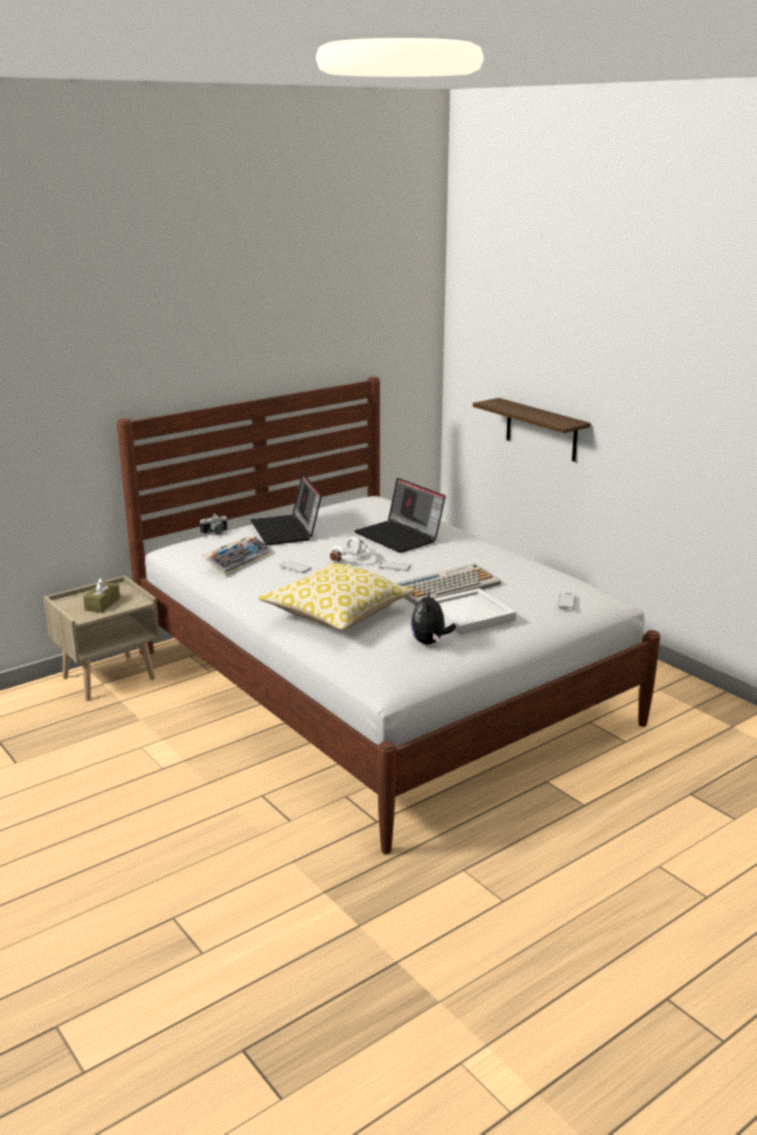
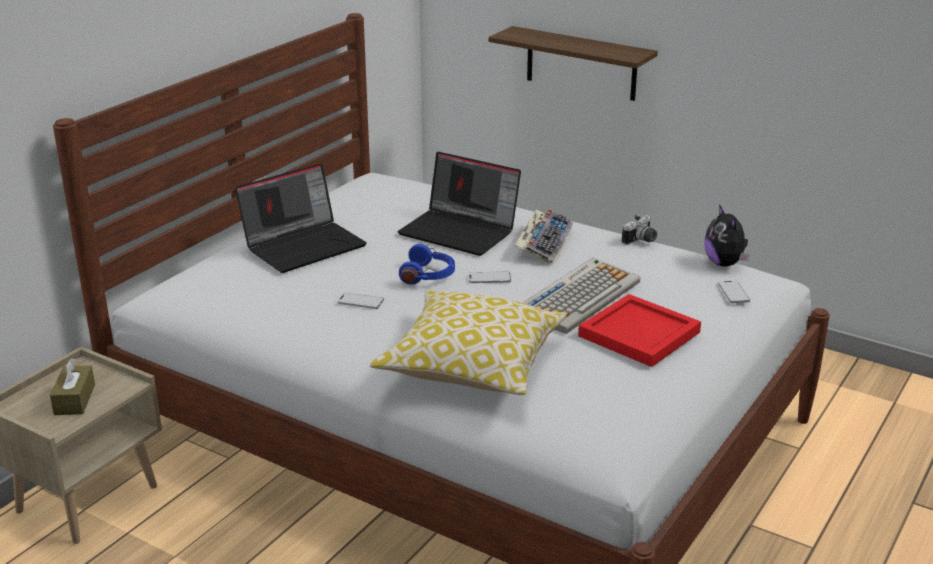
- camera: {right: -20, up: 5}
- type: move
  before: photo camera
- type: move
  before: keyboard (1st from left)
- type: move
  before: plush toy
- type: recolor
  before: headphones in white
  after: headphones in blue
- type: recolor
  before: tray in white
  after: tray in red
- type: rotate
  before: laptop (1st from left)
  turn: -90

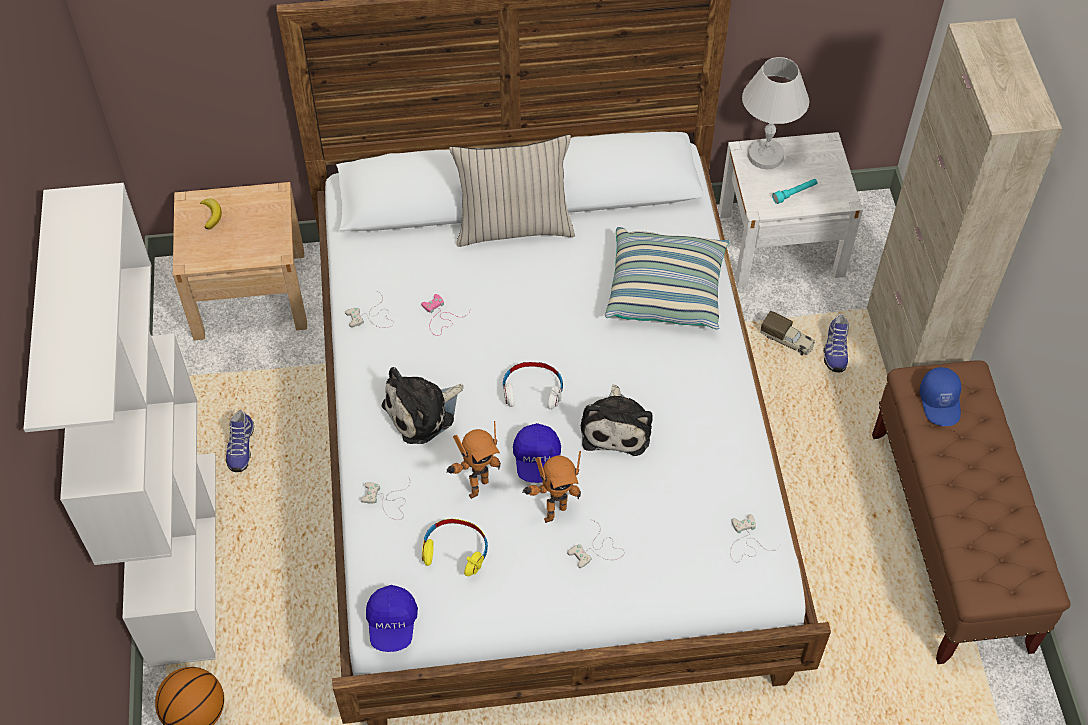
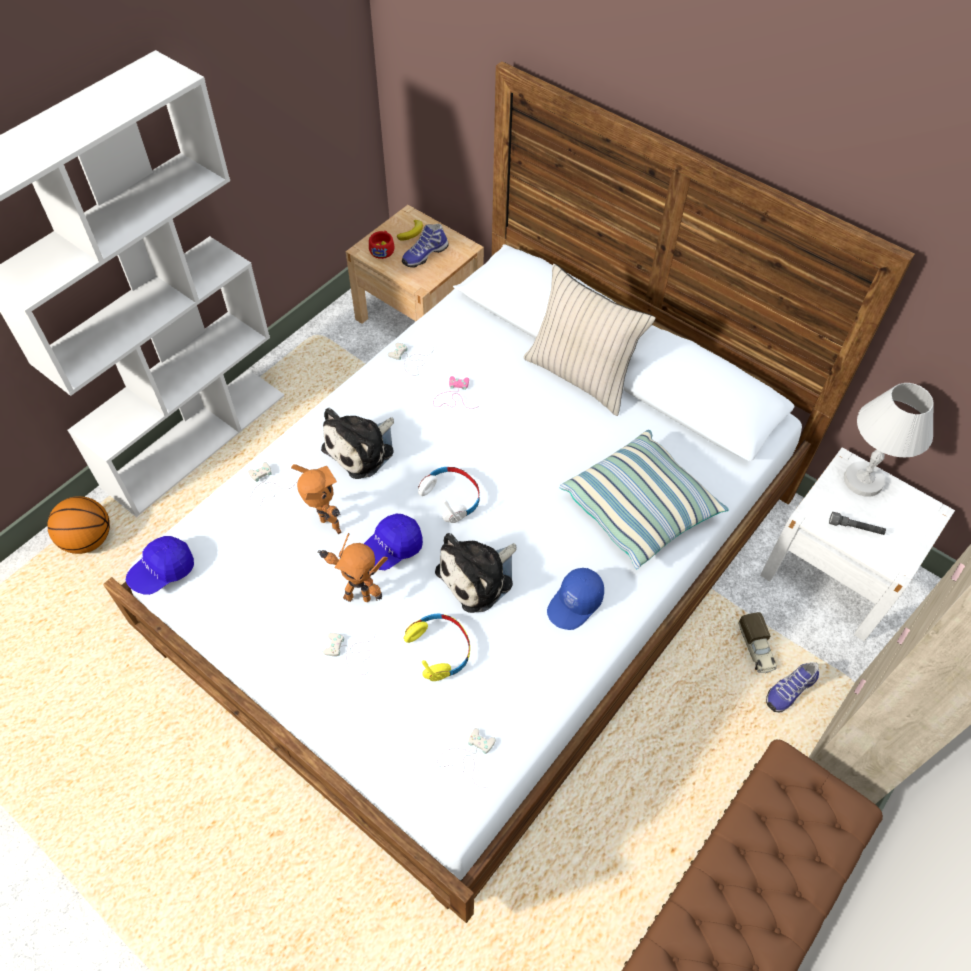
- camera: {right: 45, up: 0}
- type: insert
  after: cup in red
- type: move
  before: shoe (1st from left)
- type: move
  before: headphones in yellow
- type: move
  before: cap in blue (3rd from left)
- type: recolor
  before: flashlight in turquoise
  after: flashlight in grey
- type: rotate
  before: plush toy (1st from left)
  turn: -60
- type: rotate
  before: toy robot (1st from left)
  turn: -135

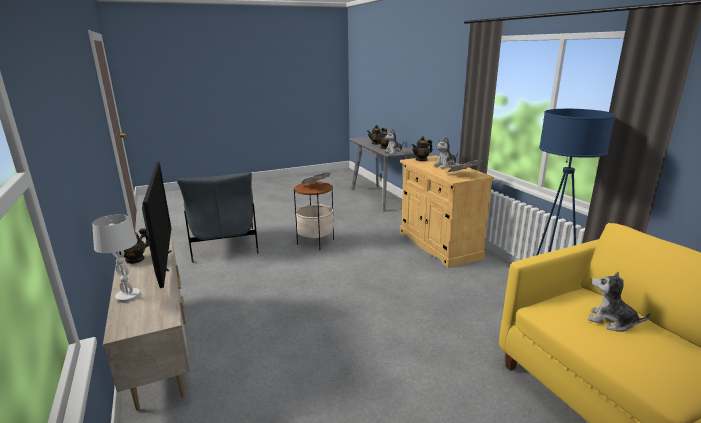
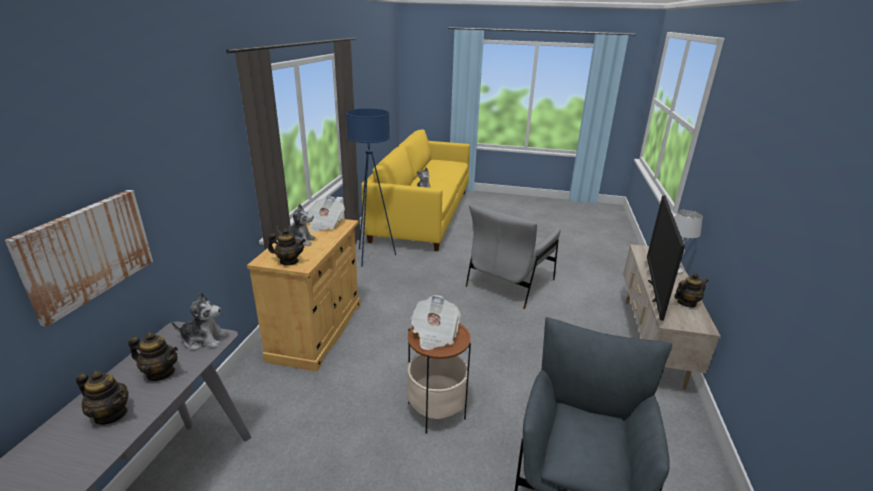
- camera: {right: -145, up: 5}
- type: insert
  after: picture
- type: insert
  after: armchair in grey (1st from left)

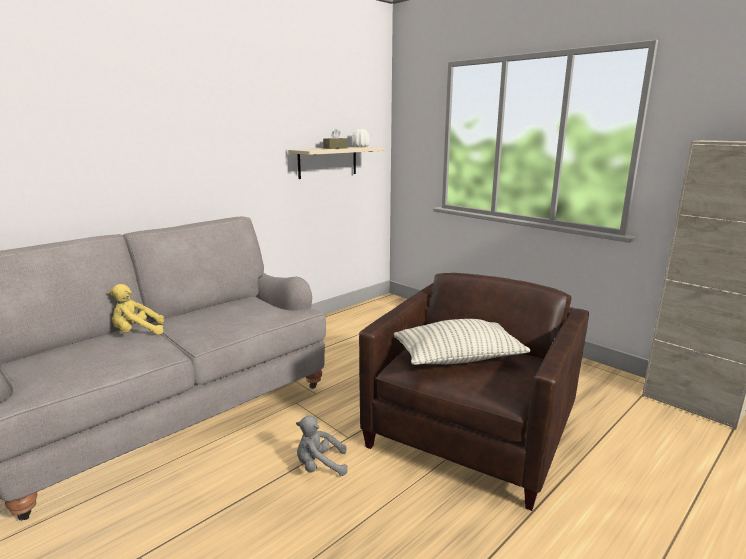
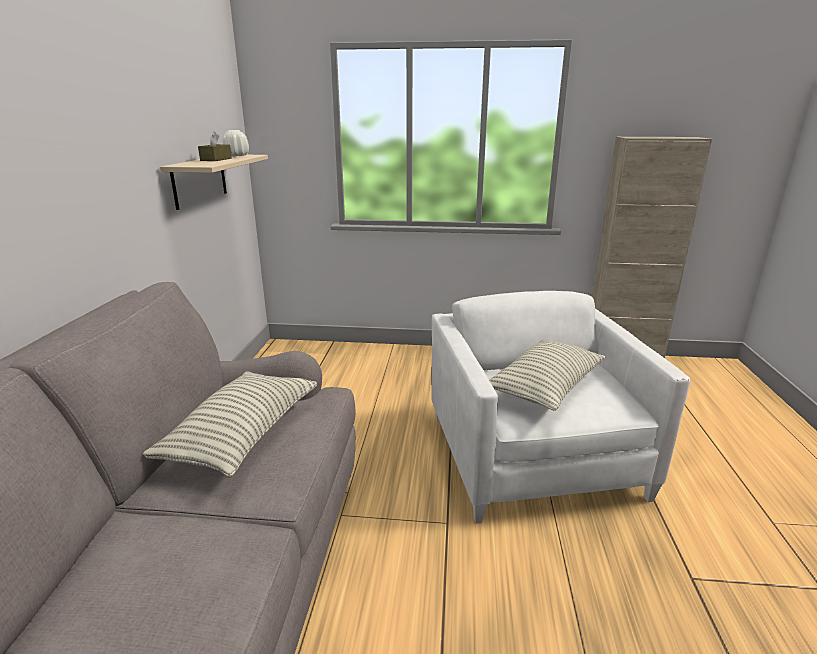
- camera: {right: -40, up: 5}
- type: delete
  before: plush toy in yellow
- type: delete
  before: plush toy in grey
- type: insert
  after: pillow (1st from left)
- type: recolor
  before: armchair in brown
  after: armchair in white

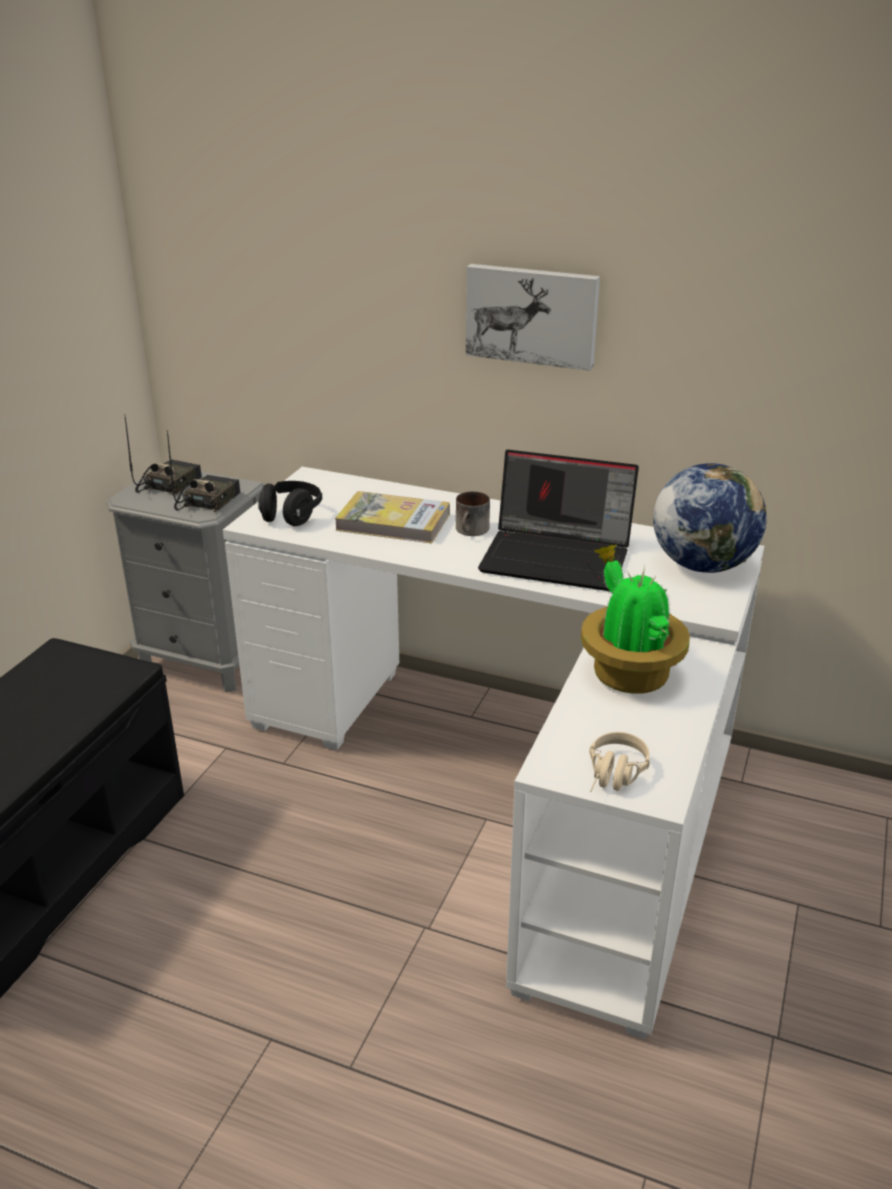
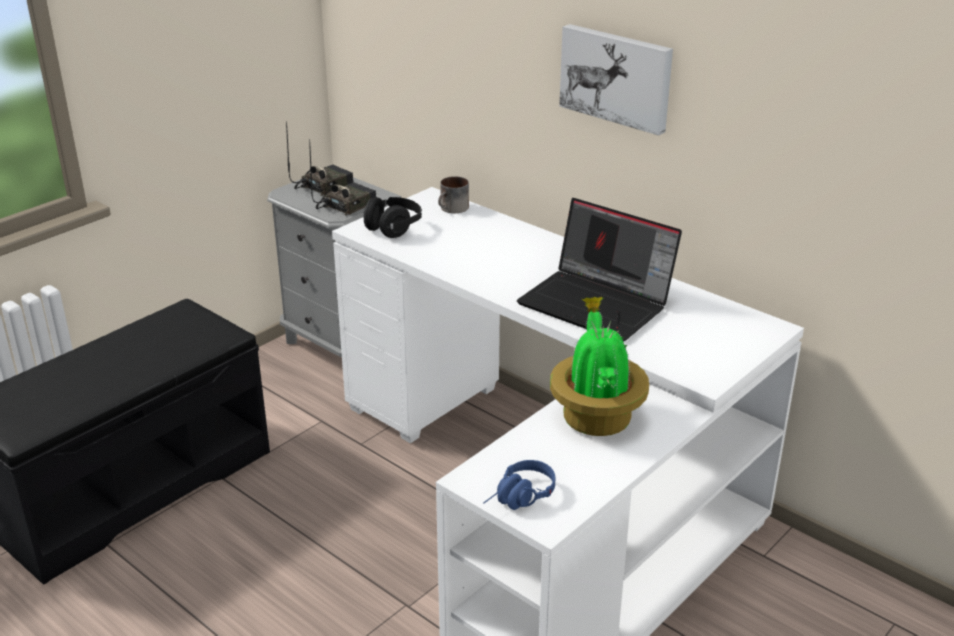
- camera: {right: 20, up: 0}
- type: delete
  before: book
- type: delete
  before: globe
- type: move
  before: mug
- type: recolor
  before: headphones in beige
  after: headphones in blue

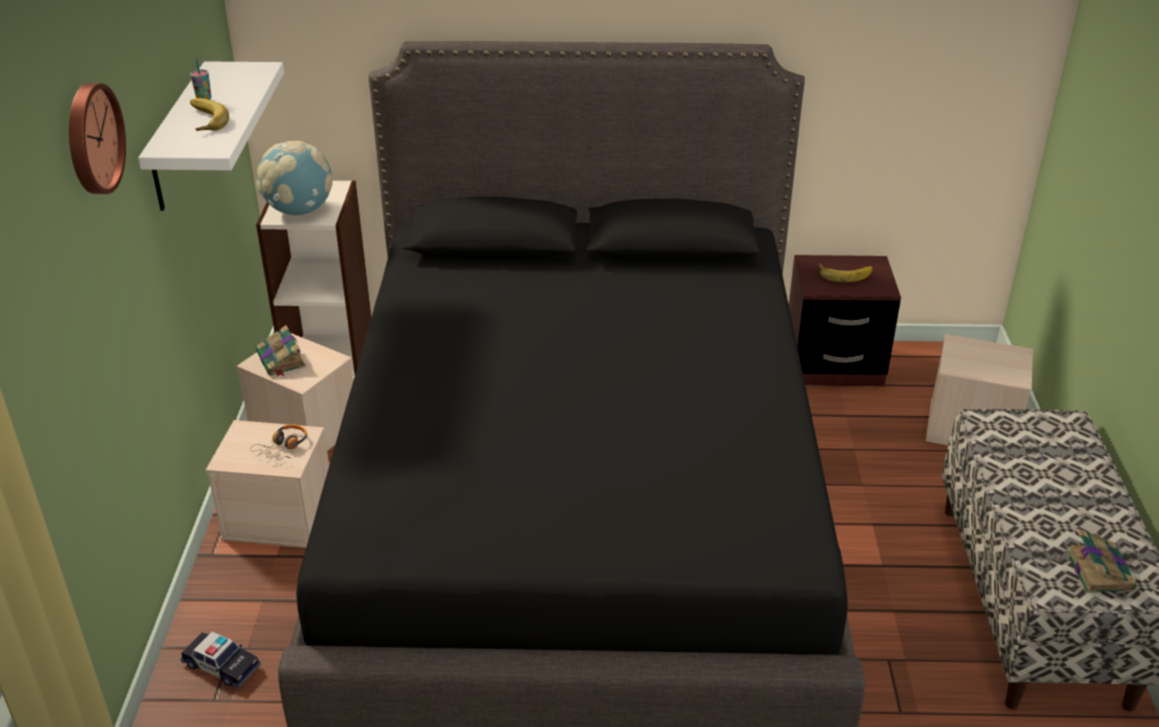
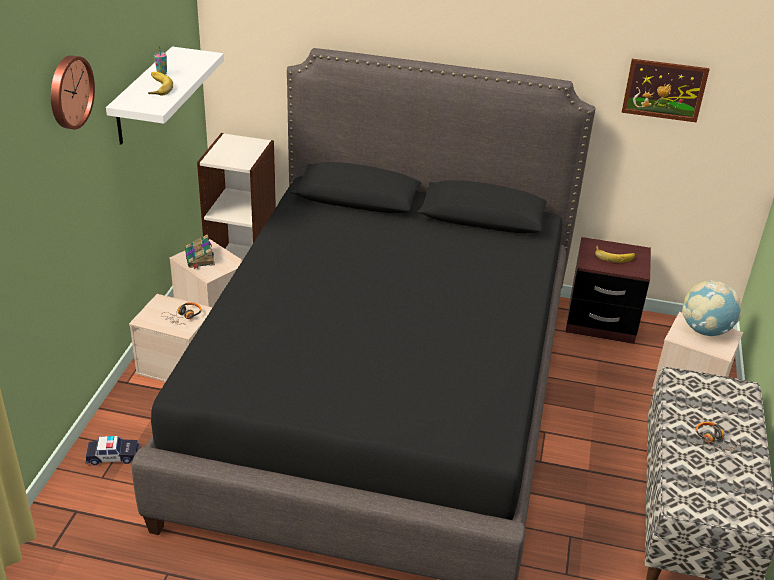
- camera: {right: 10, up: 0}
- type: delete
  before: book (2nd from left)
- type: insert
  after: picture
- type: insert
  after: headphones (2nd from left)
- type: move
  before: globe
- type: rotate
  before: toy car
  turn: -45

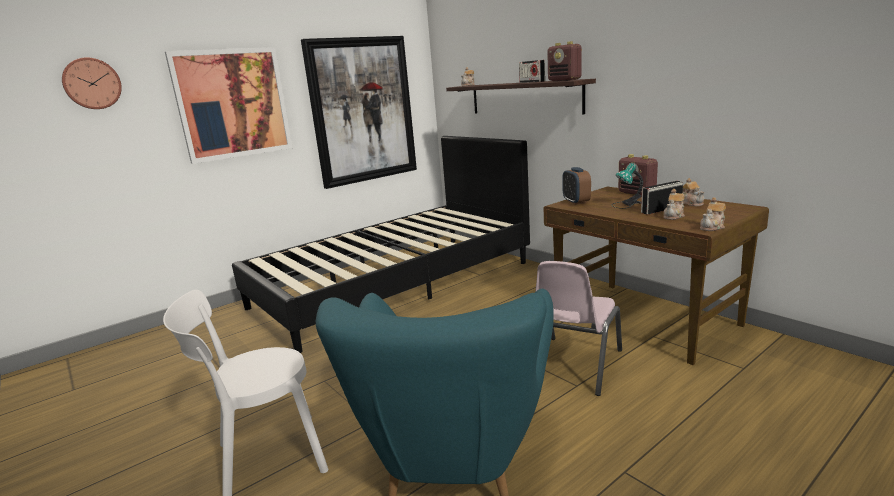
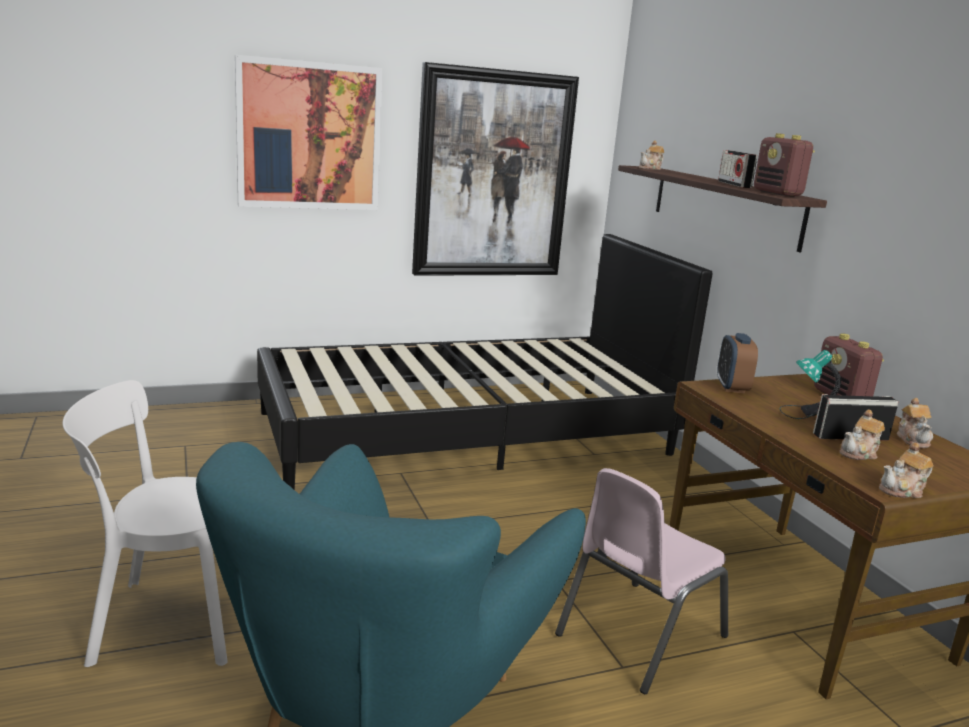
- camera: {right: 15, up: 0}
- type: delete
  before: wall clock

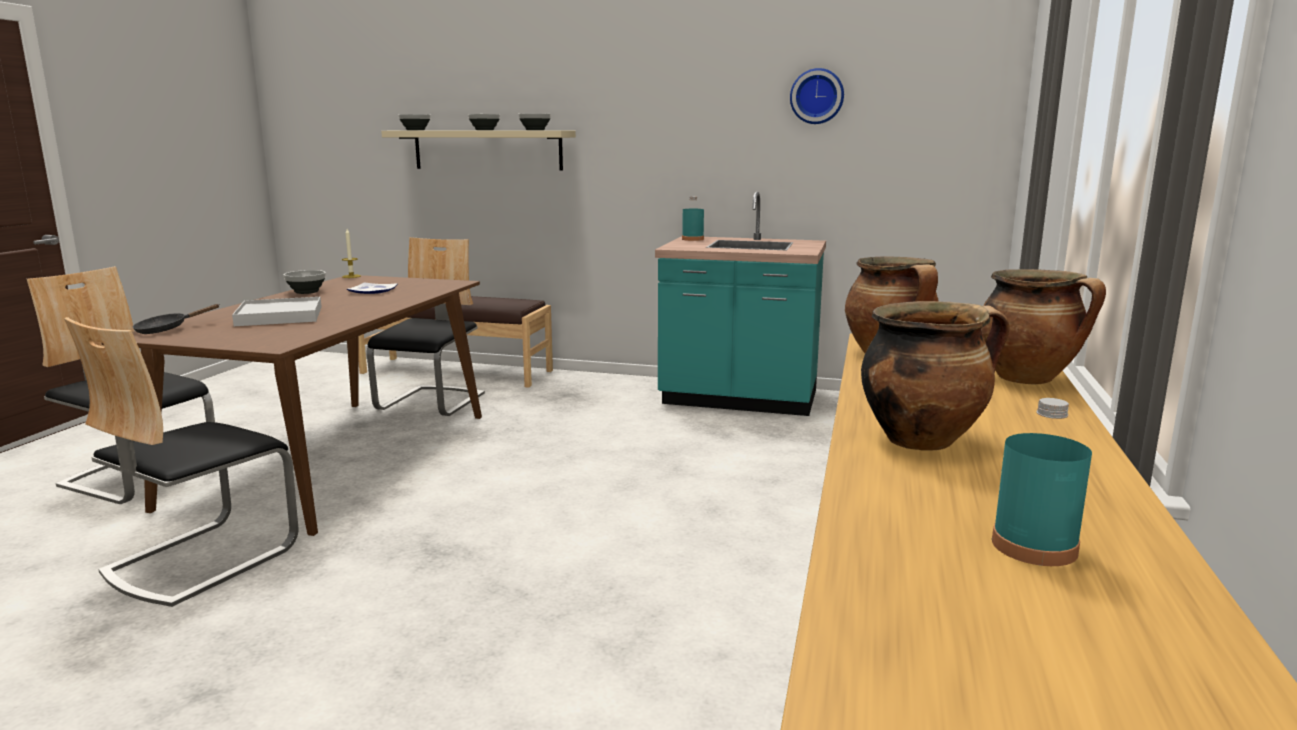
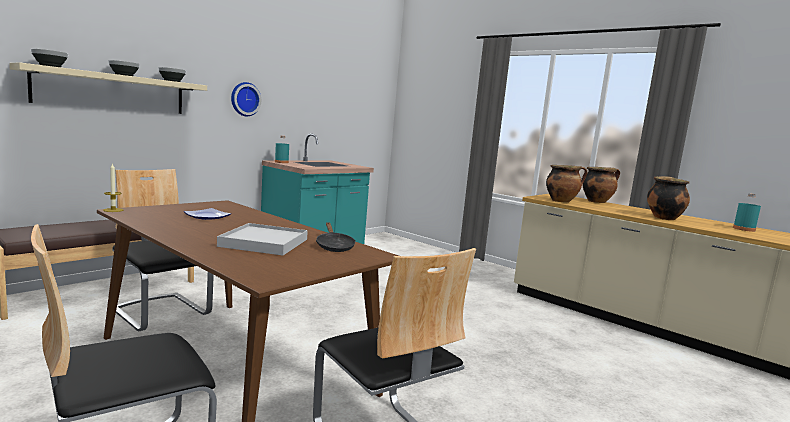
- camera: {right: -65, up: -5}
- type: delete
  before: bowl (1st from left)
- type: move
  before: frying pan in black
- type: move
  before: wall clock

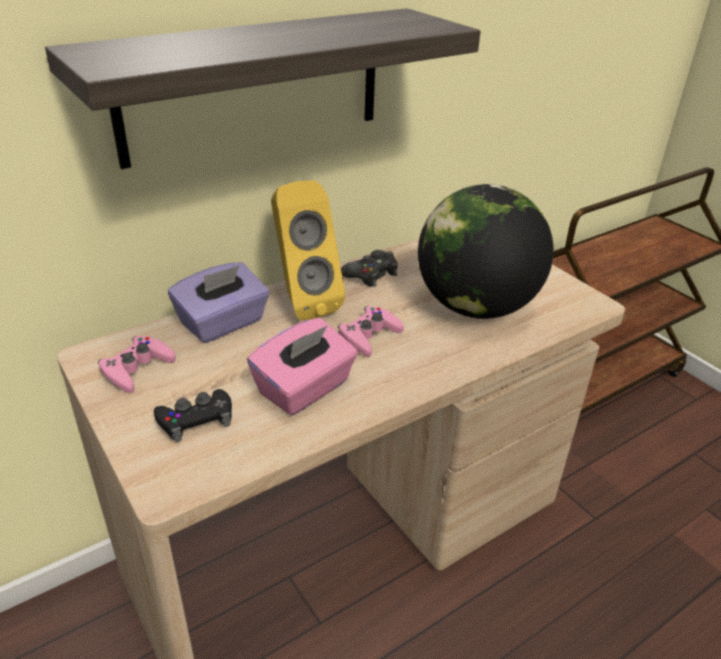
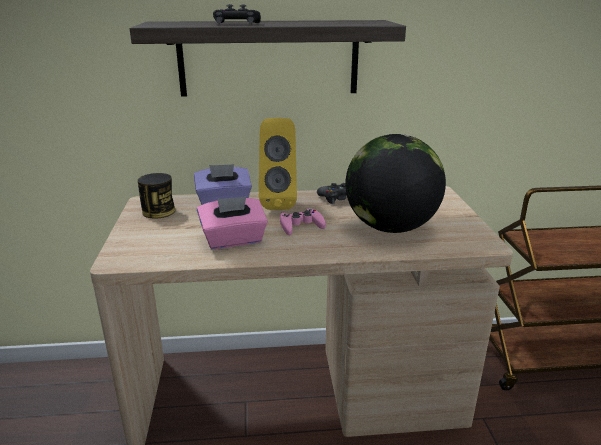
- camera: {right: 30, up: -10}
- type: move
  before: game controller in black (1st from left)
- type: replace
  before: game controller in pink (1st from left)
  after: can

